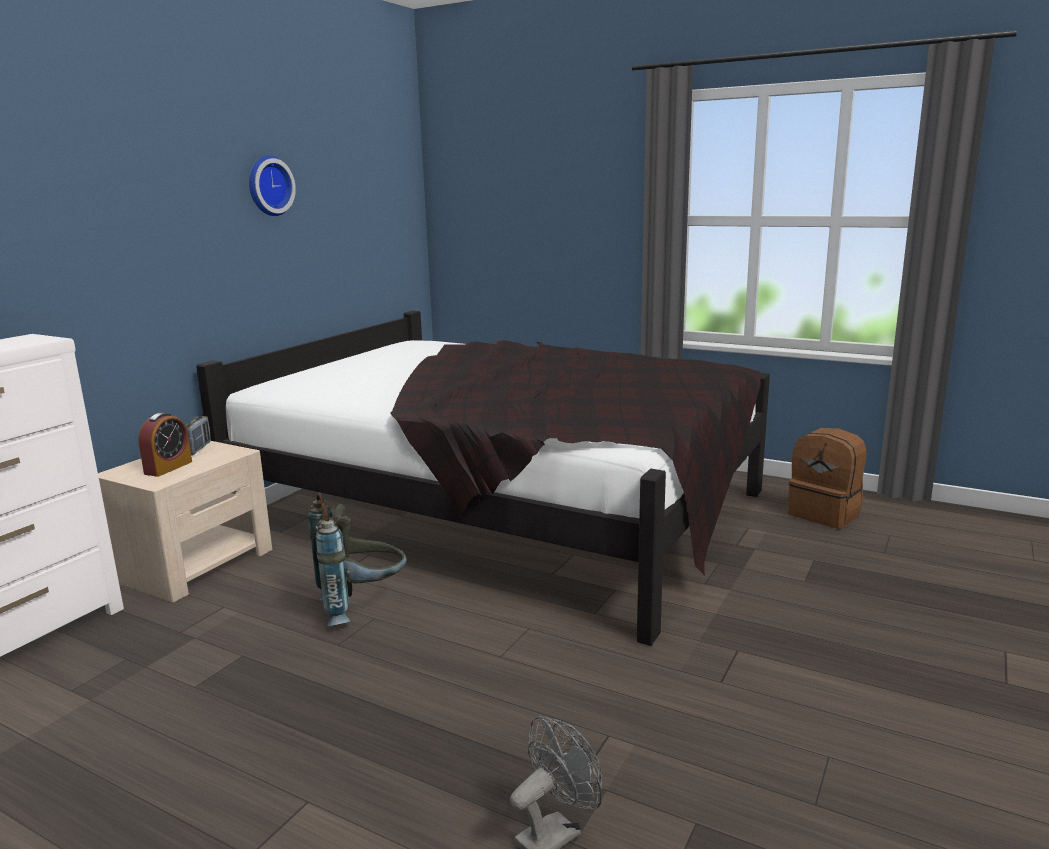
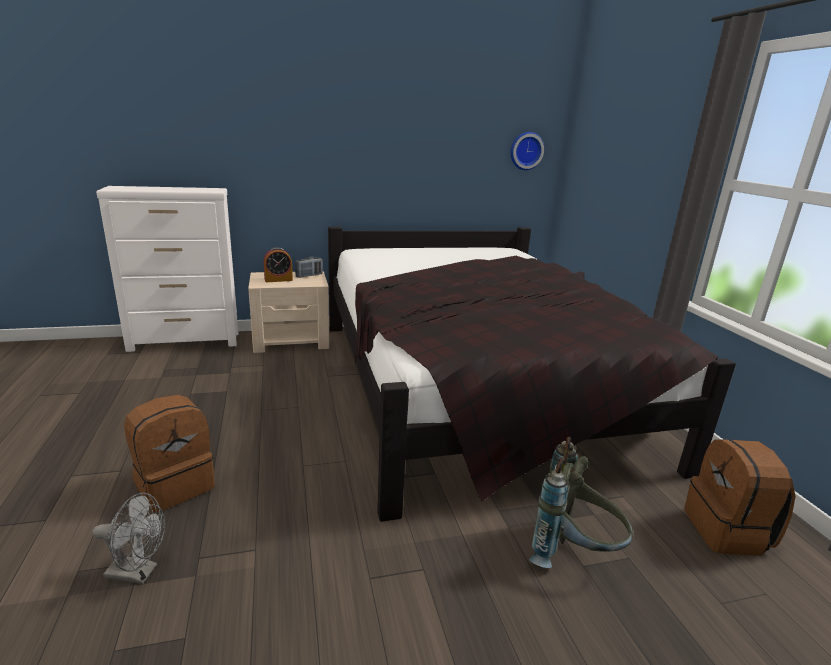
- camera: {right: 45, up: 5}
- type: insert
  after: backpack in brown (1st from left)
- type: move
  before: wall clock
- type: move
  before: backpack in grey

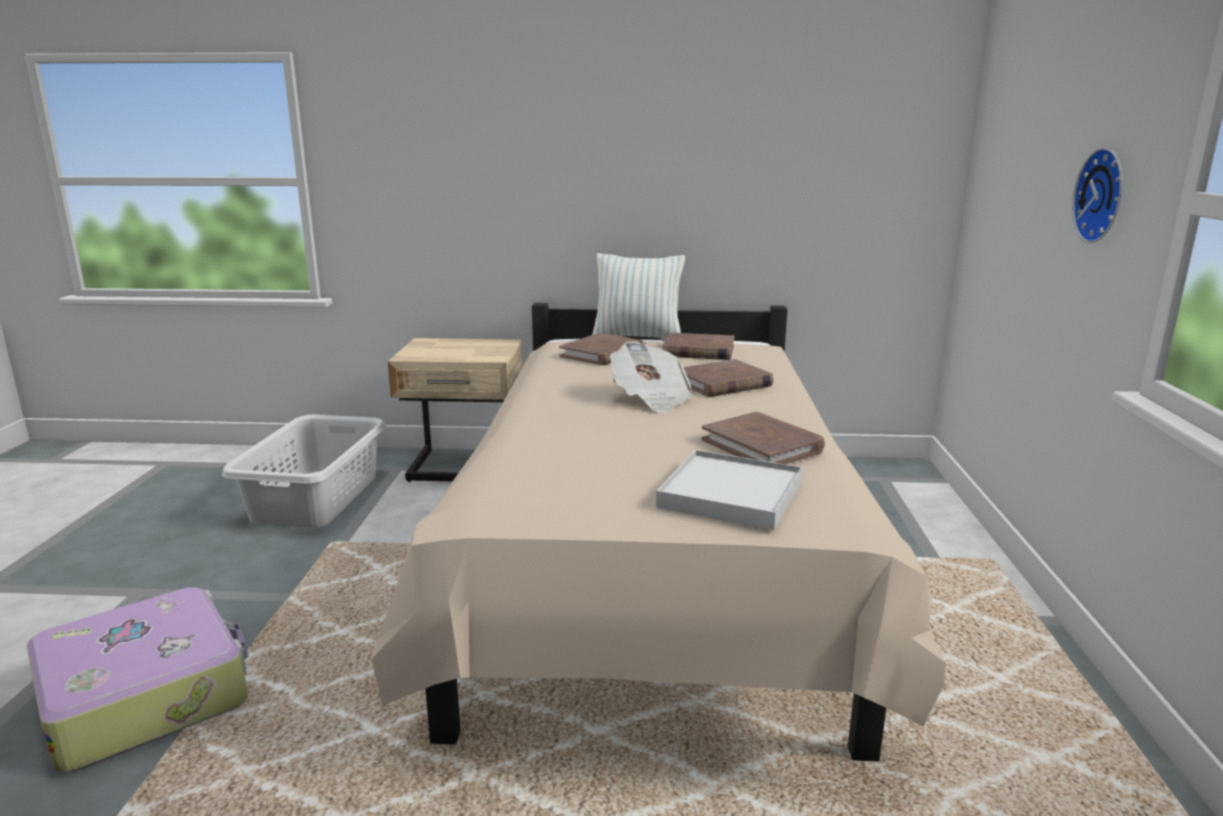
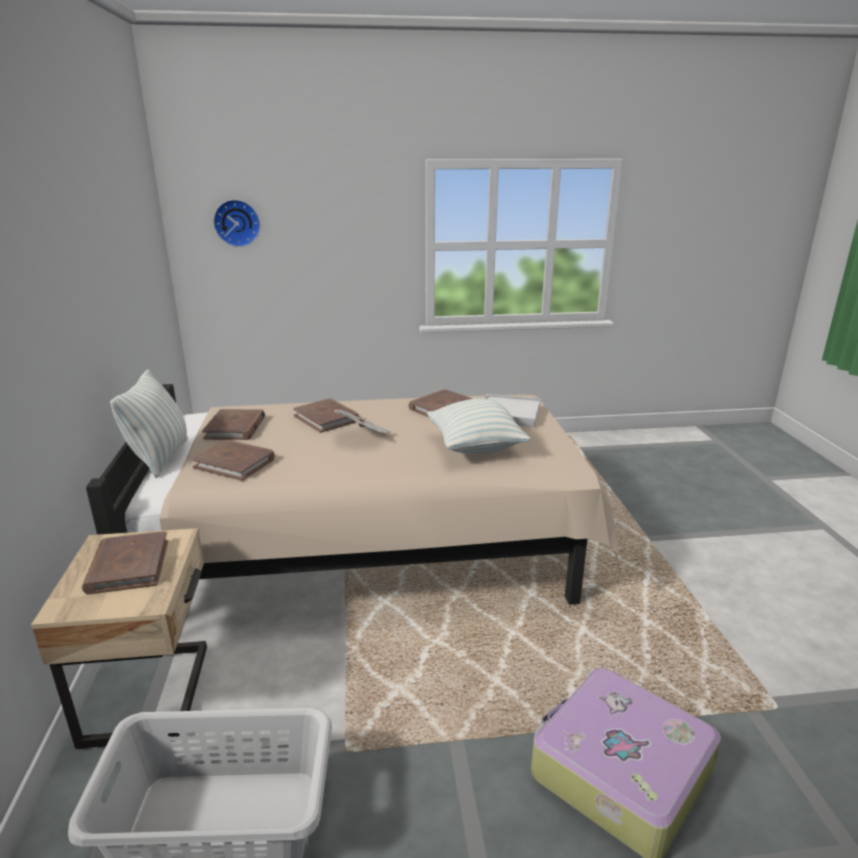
- camera: {right: -100, up: 5}
- type: insert
  after: book in brown (1st from left)
- type: insert
  after: pillow (2nd from left)
- type: move
  before: wall clock

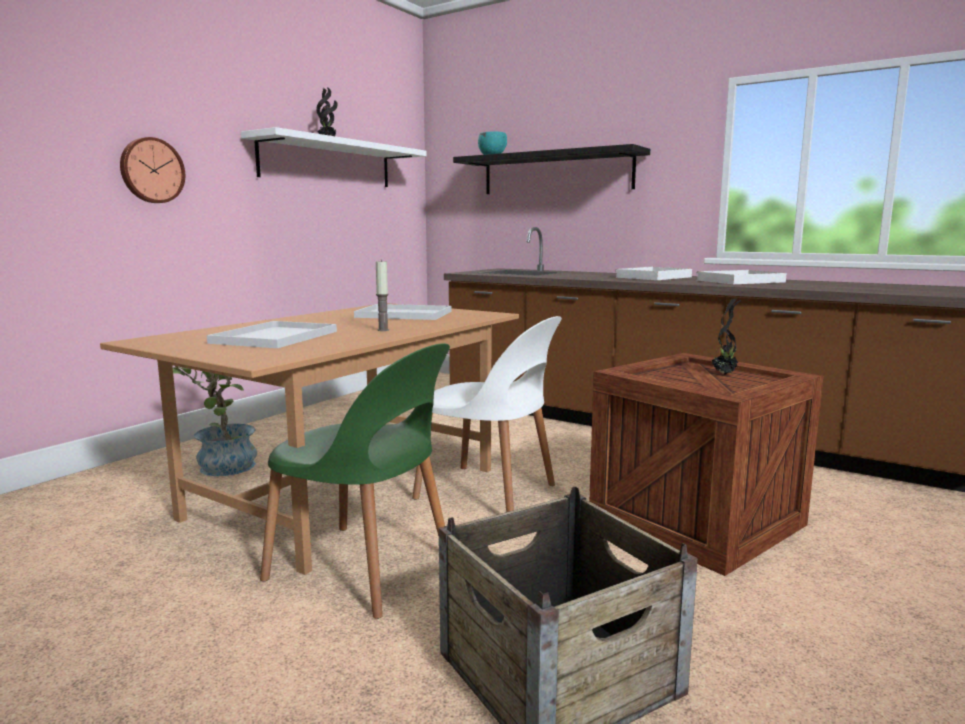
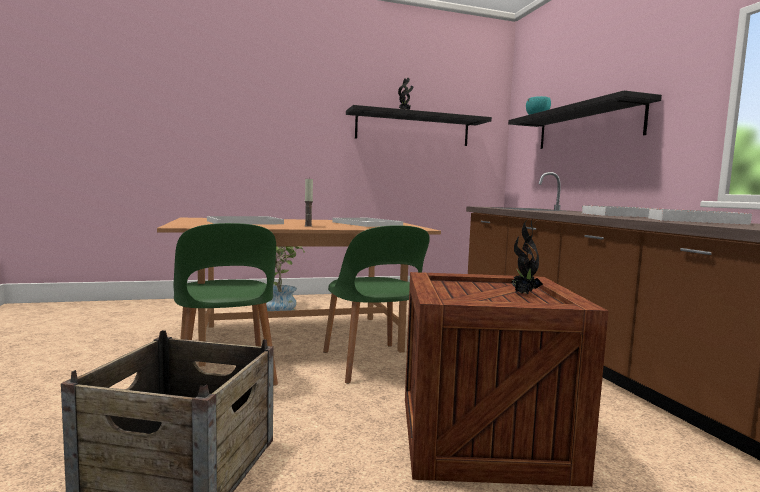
- camera: {right: 40, up: -5}
- type: delete
  before: wall clock
- type: recolor
  before: shelf in white
  after: shelf in black (1st from left)
- type: recolor
  before: chair in white
  after: chair in green (2nd from left)

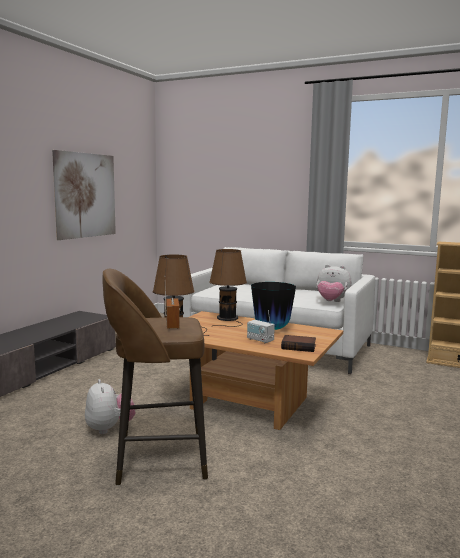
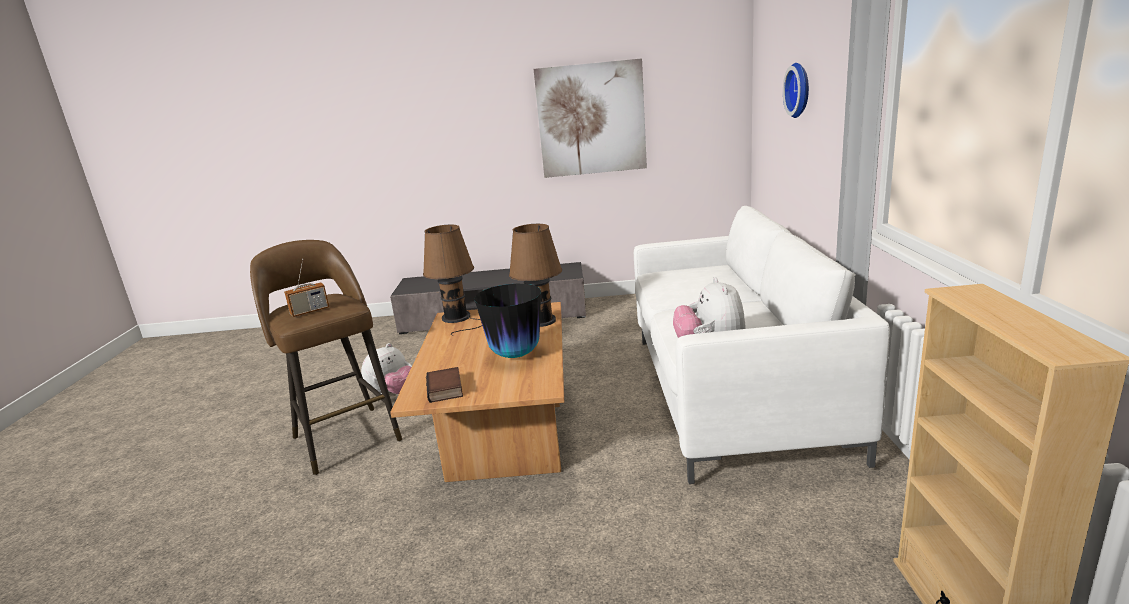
- camera: {right: 65, up: 10}
- type: delete
  before: radio (2nd from left)
- type: insert
  after: wall clock

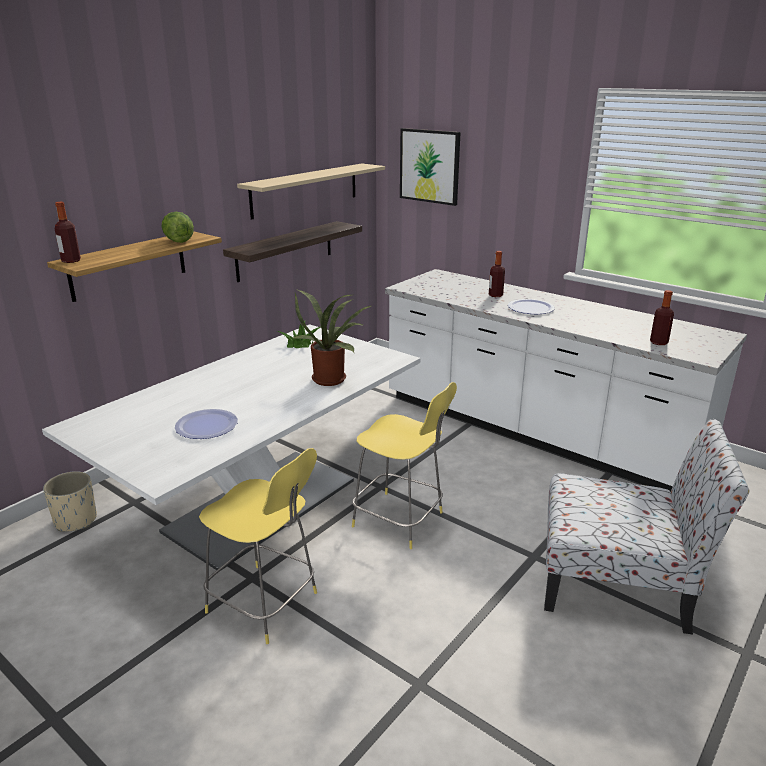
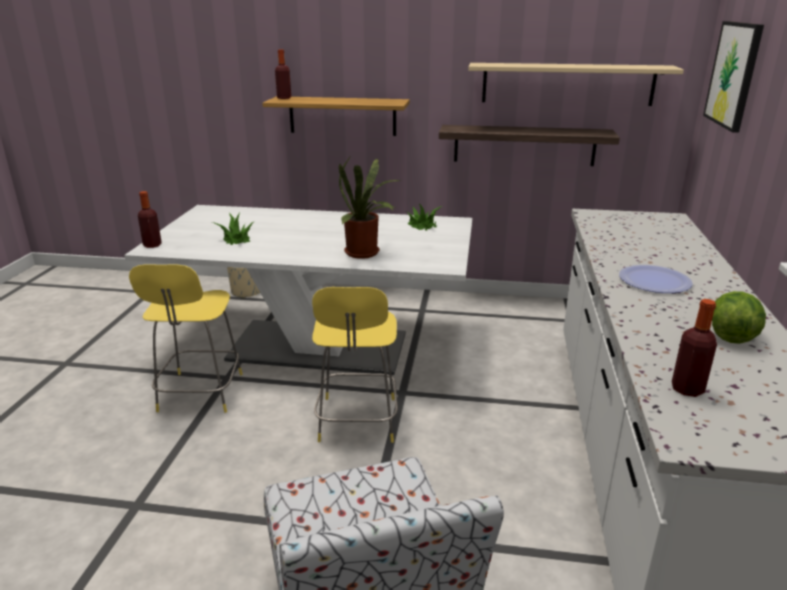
- camera: {right: 60, up: 0}
- type: move
  before: lettuce
- type: move
  before: bottle (2nd from left in the first image)
  after: bottle (1st from left)
- type: replace
  before: plate (1st from left)
  after: potted plant (1st from left)

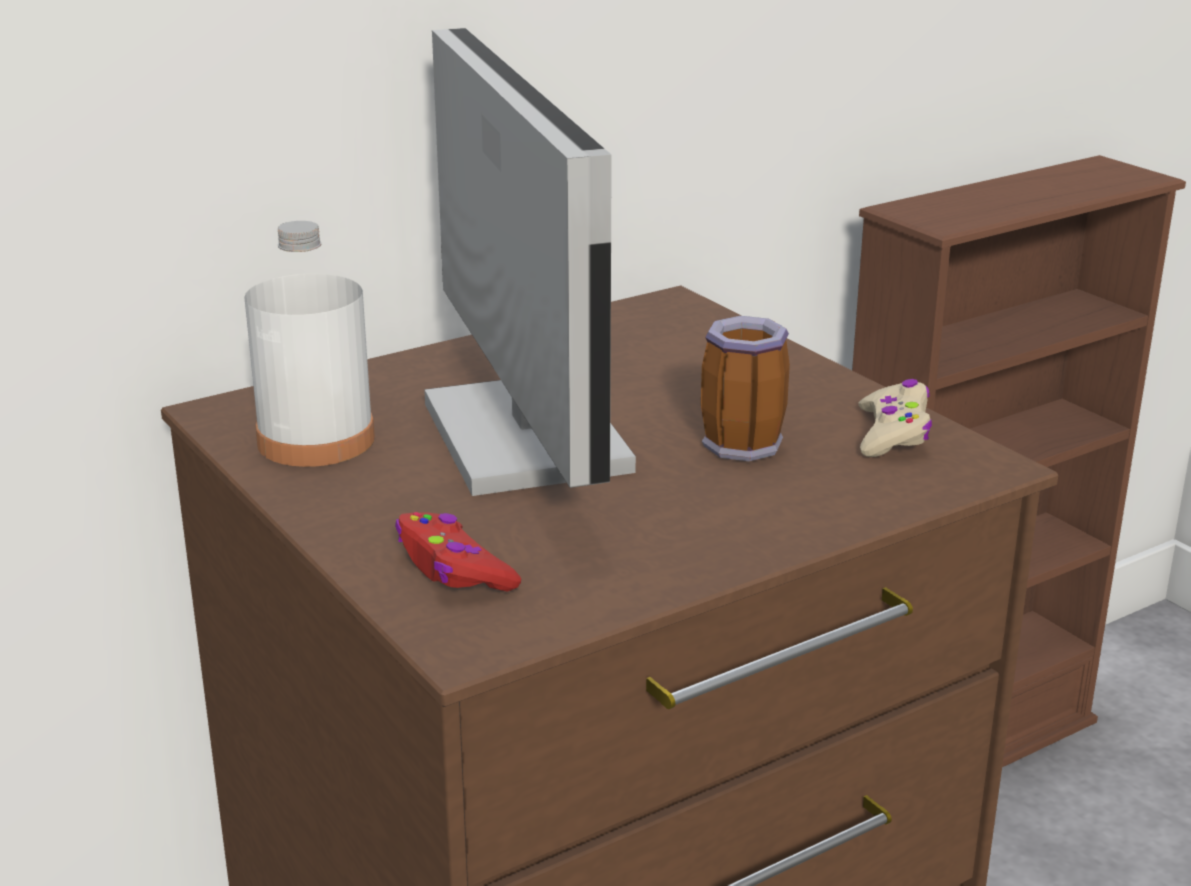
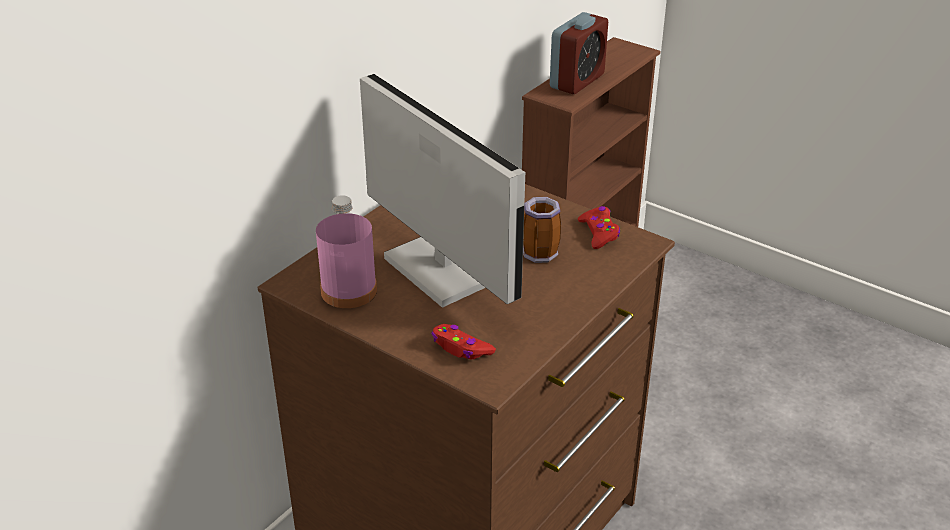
- camera: {right: -20, up: 10}
- type: insert
  after: alarm clock
- type: recolor
  before: bottle in white
  after: bottle in pink
- type: recolor
  before: game controller in beige
  after: game controller in red (2nd from left)

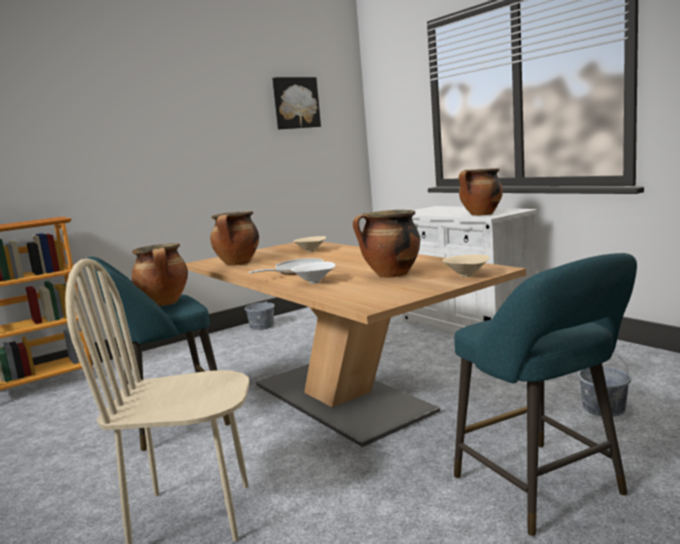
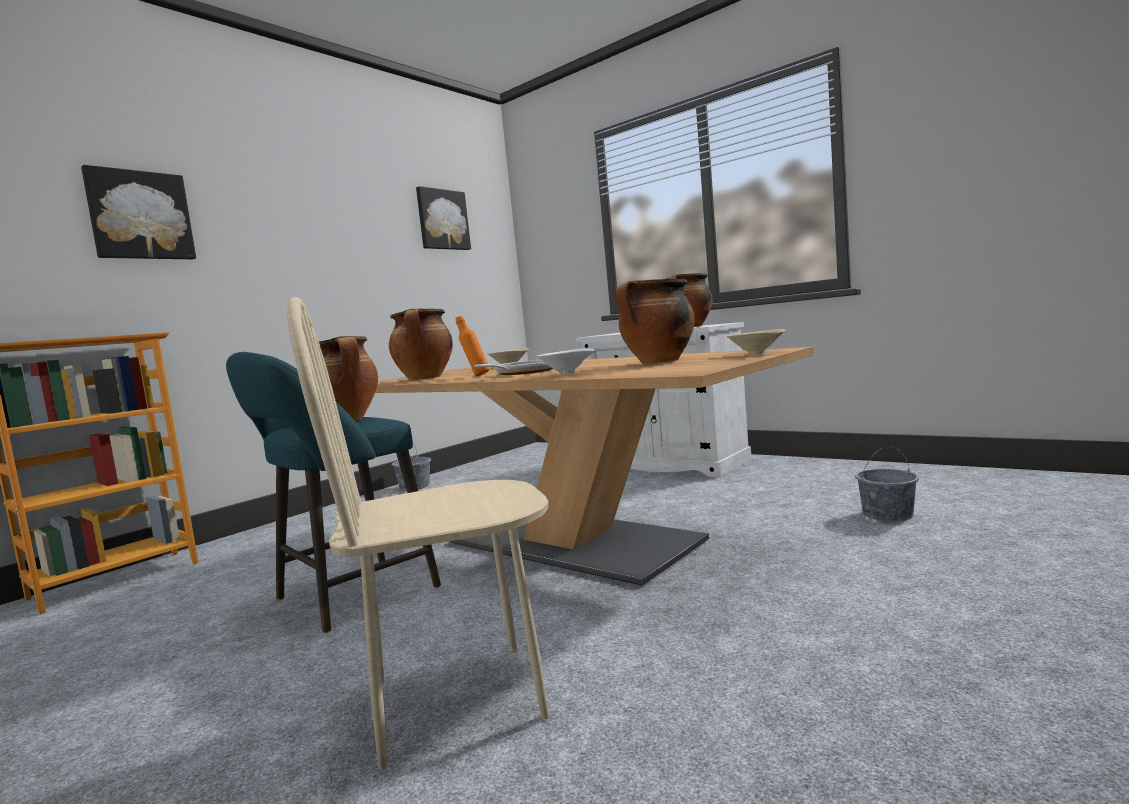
- camera: {right: -15, up: -5}
- type: delete
  before: stool in turquoise (2nd from left)
- type: insert
  after: picture (1st from left)
- type: insert
  after: bottle in orange

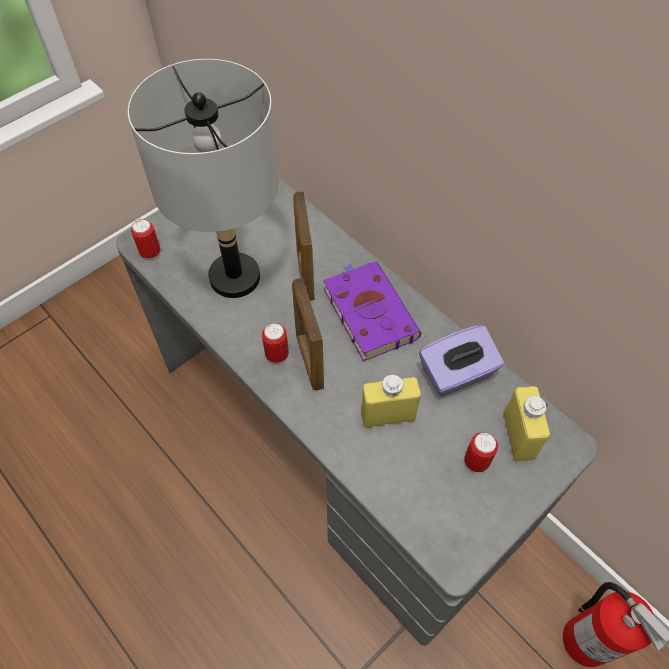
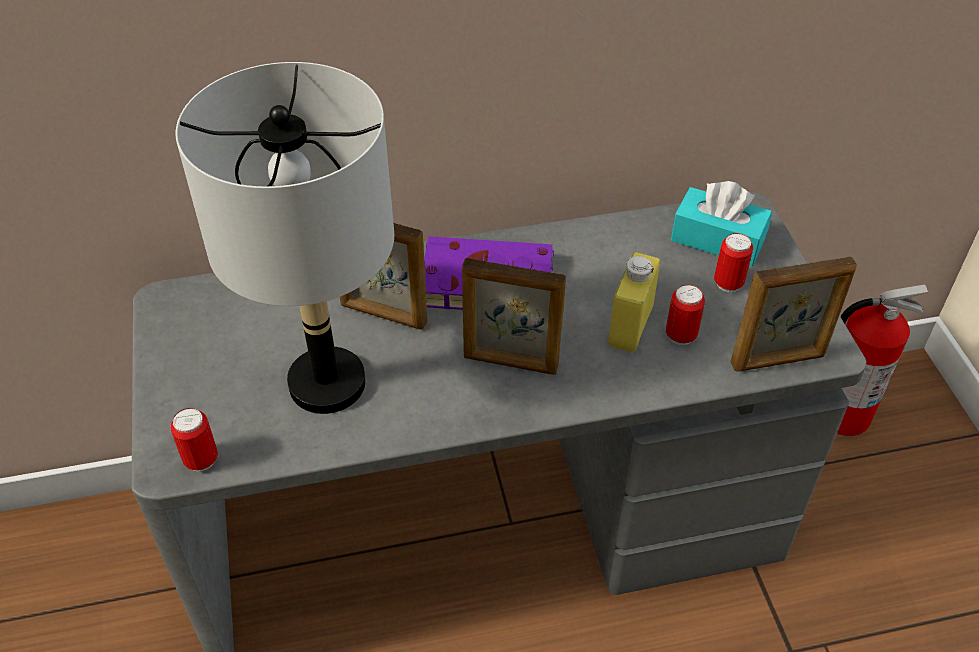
- camera: {right: -60, up: -10}
- type: delete
  before: tissue box in purple
- type: insert
  after: picture frame (3rd from left)
- type: move
  before: can (2nd from left)
- type: replace
  before: bottle in yellow (2nd from left)
  after: tissue box in turquoise

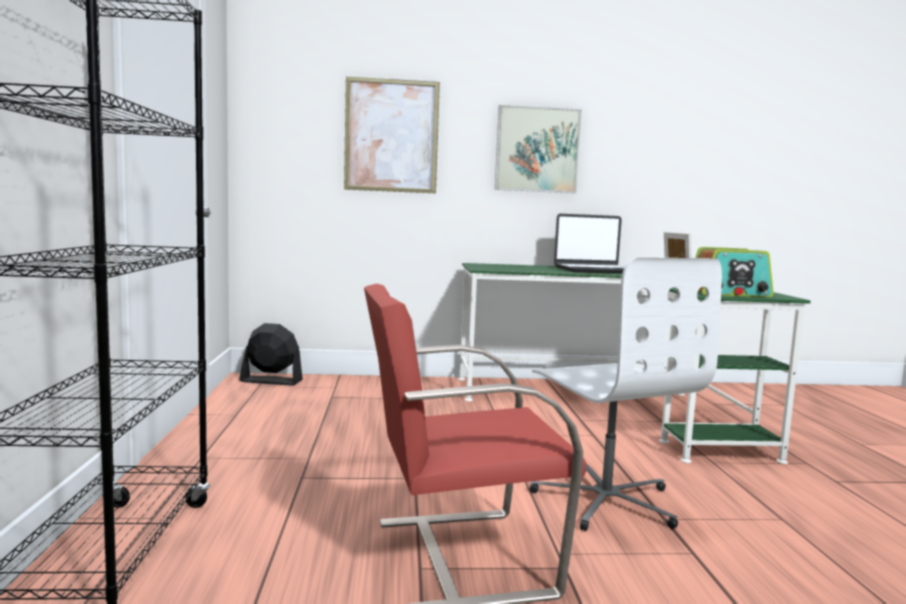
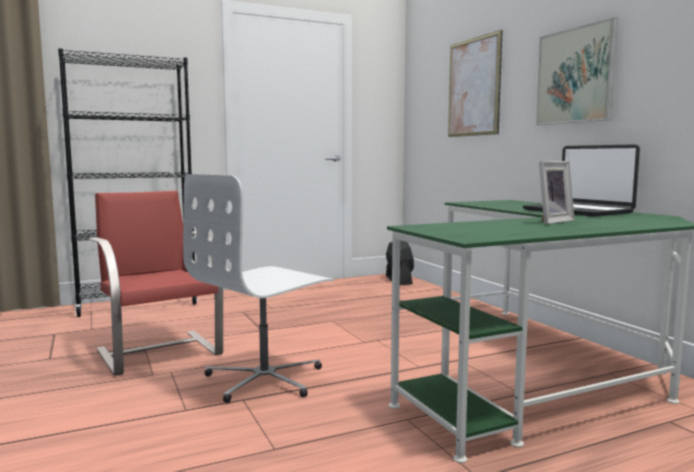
- camera: {right: 70, up: 0}
- type: delete
  before: radio

